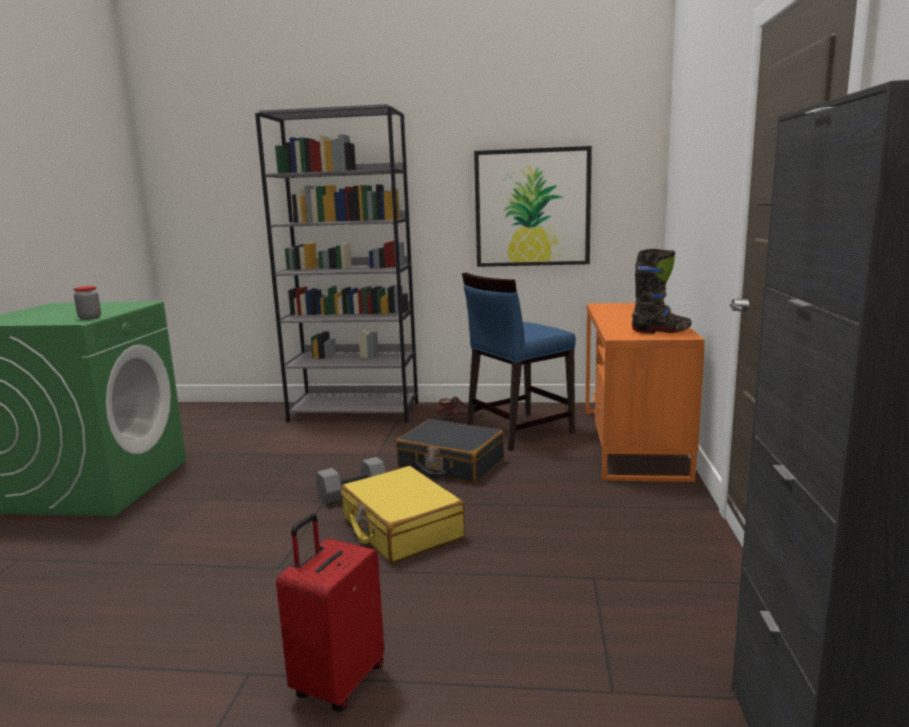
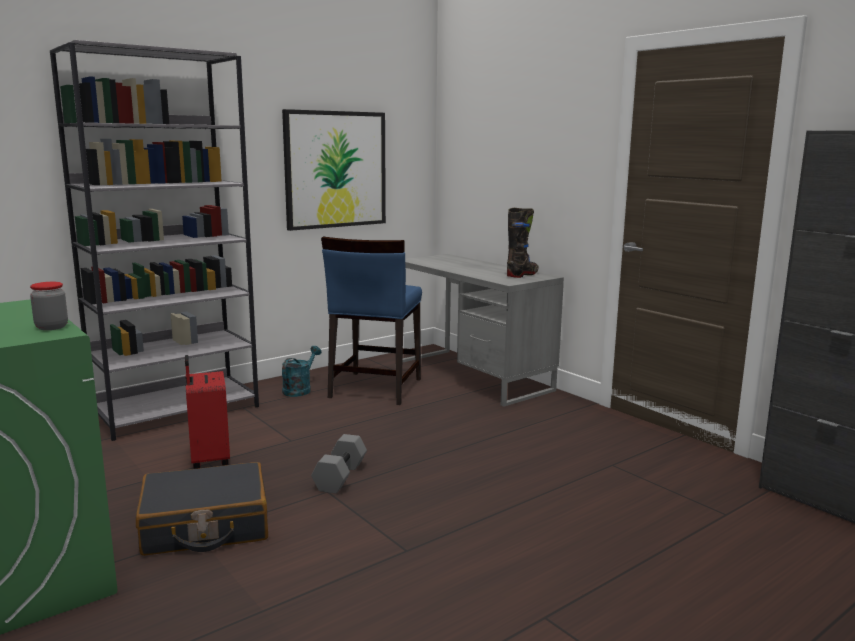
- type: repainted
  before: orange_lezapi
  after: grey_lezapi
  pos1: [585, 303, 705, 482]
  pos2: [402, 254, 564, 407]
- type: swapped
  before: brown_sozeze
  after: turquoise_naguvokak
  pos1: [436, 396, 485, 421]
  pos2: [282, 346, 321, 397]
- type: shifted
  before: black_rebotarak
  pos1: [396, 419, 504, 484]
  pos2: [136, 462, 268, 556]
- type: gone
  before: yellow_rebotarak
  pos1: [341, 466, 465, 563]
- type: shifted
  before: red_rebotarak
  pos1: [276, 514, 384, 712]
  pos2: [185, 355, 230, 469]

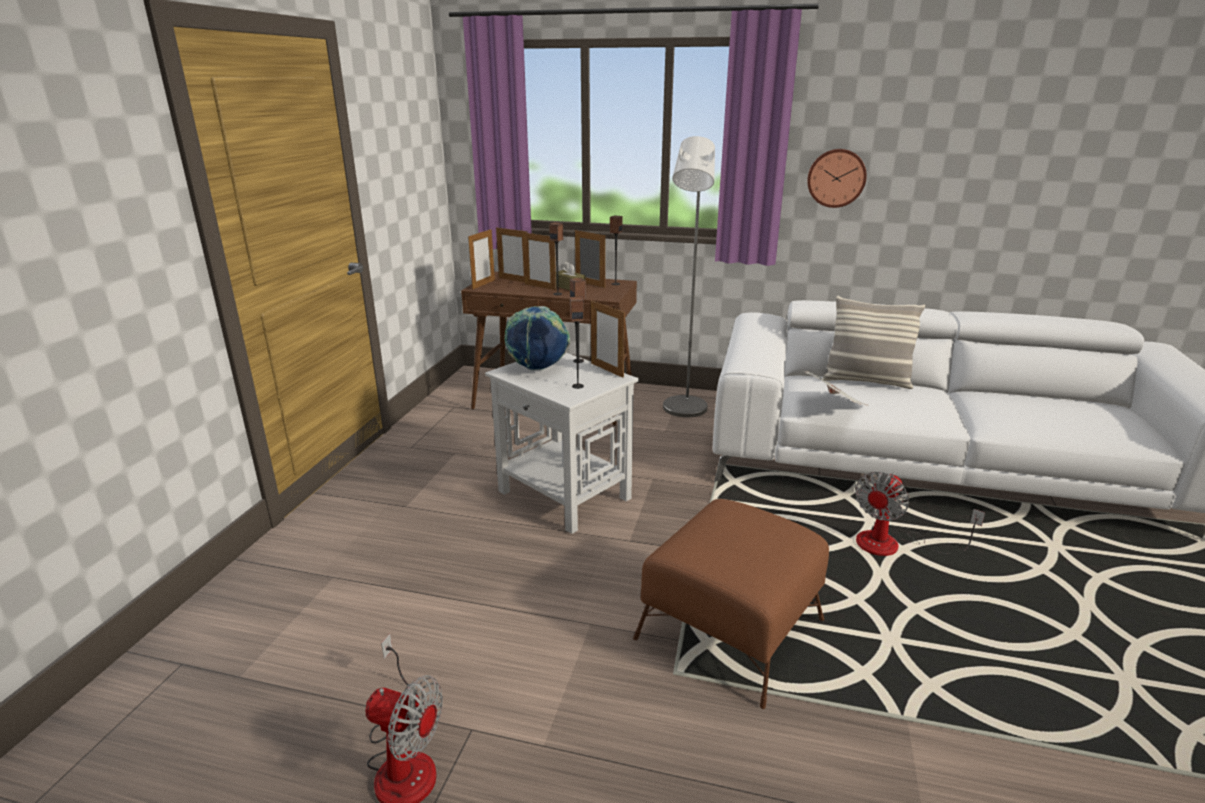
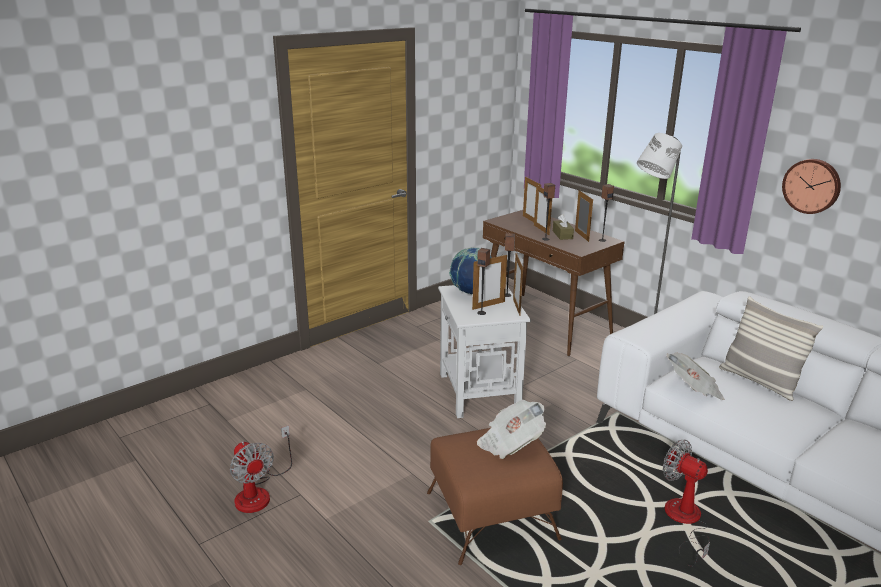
- type: shifted
  before: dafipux
  pos1: [468, 228, 495, 289]
  pos2: [472, 254, 507, 310]
- type: rotated
  before: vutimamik
  pos1: [855, 472, 985, 556]
  pos2: [663, 439, 710, 567]
  turn: 60
- type: new
  after: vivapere
  pos2: [477, 400, 546, 459]

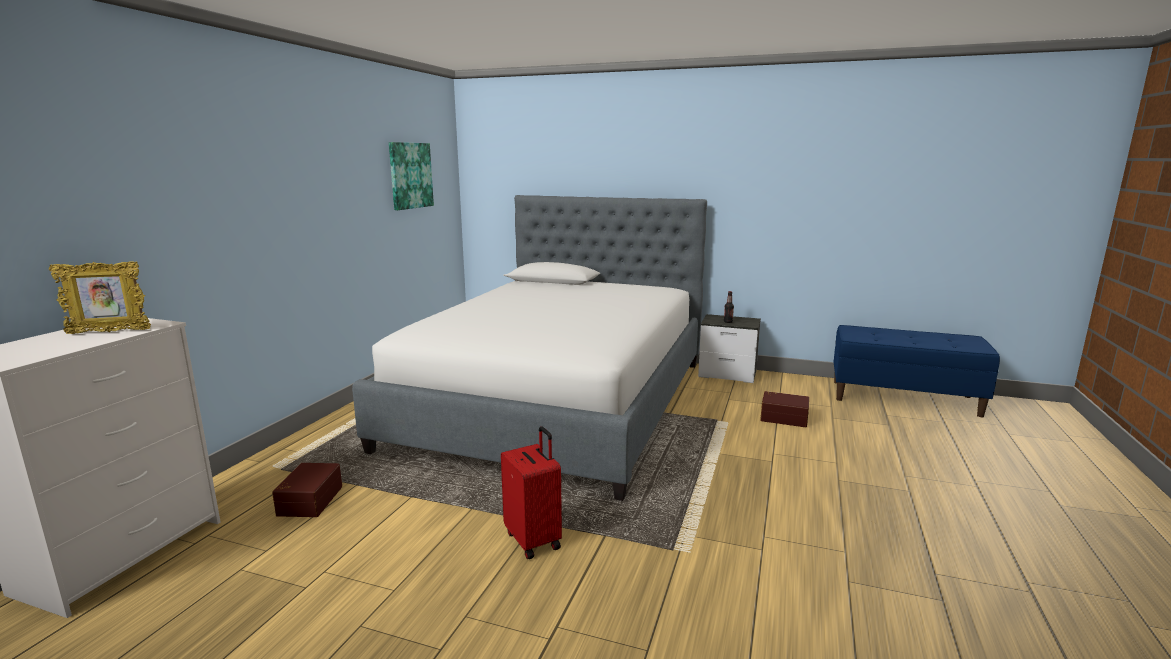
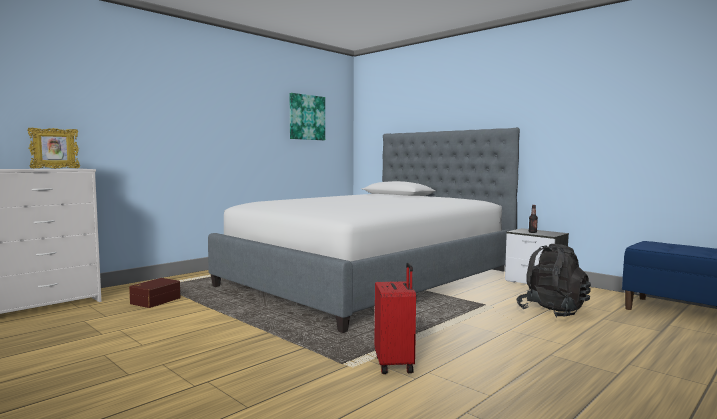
- type: rotated
  before: dafipux
  pos1: [49, 261, 151, 334]
  pos2: [27, 128, 80, 169]
  turn: -45
- type: swapped
  before: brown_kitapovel
  after: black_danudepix
  pos1: [760, 391, 809, 427]
  pos2: [517, 244, 591, 318]
- type: shifted
  before: red_rebotarak
  pos1: [501, 426, 562, 559]
  pos2: [374, 263, 416, 374]

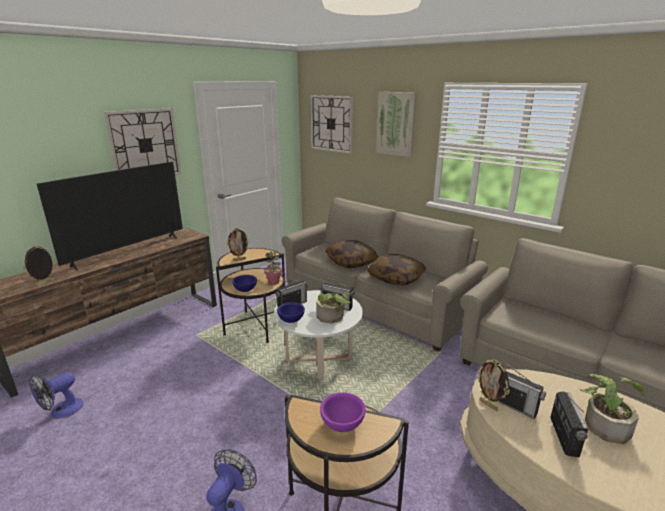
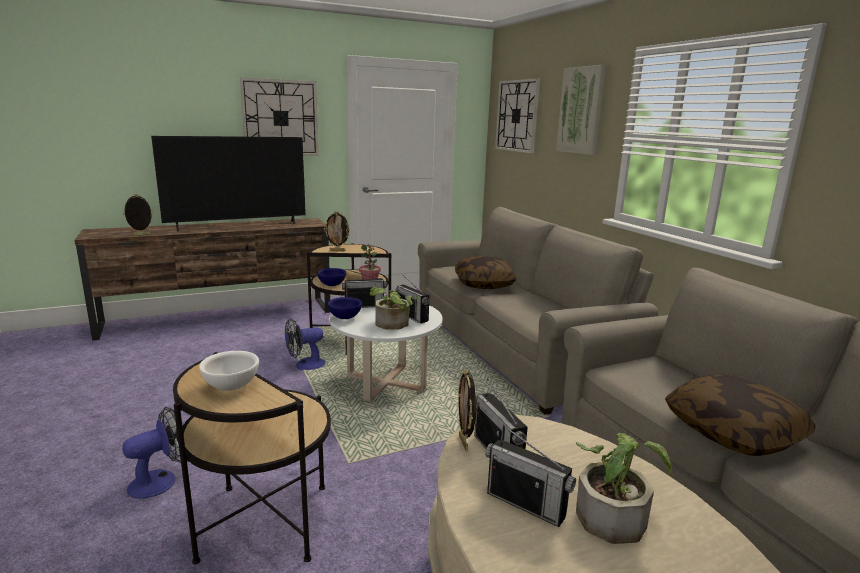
- type: shifted
  before: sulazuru
  pos1: [367, 254, 426, 286]
  pos2: [665, 375, 816, 456]
- type: shifted
  before: vutimamik
  pos1: [29, 373, 84, 419]
  pos2: [285, 318, 326, 370]
- type: rotated
  before: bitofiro
  pos1: [550, 391, 588, 457]
  pos2: [485, 425, 576, 527]
  turn: 90
- type: repainted
  before: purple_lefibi
  after: white_lefibi
  pos1: [320, 392, 366, 432]
  pos2: [199, 351, 259, 391]

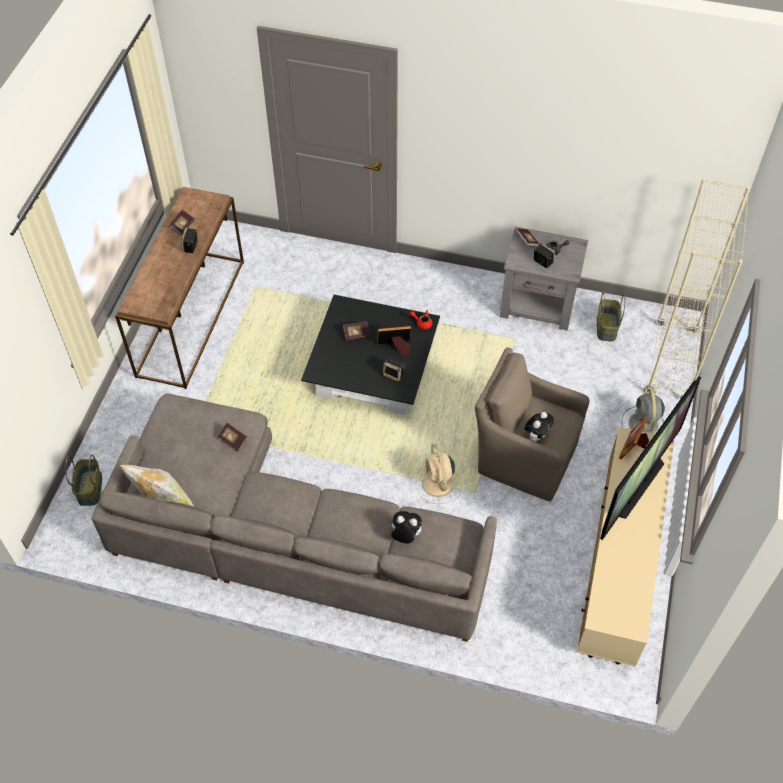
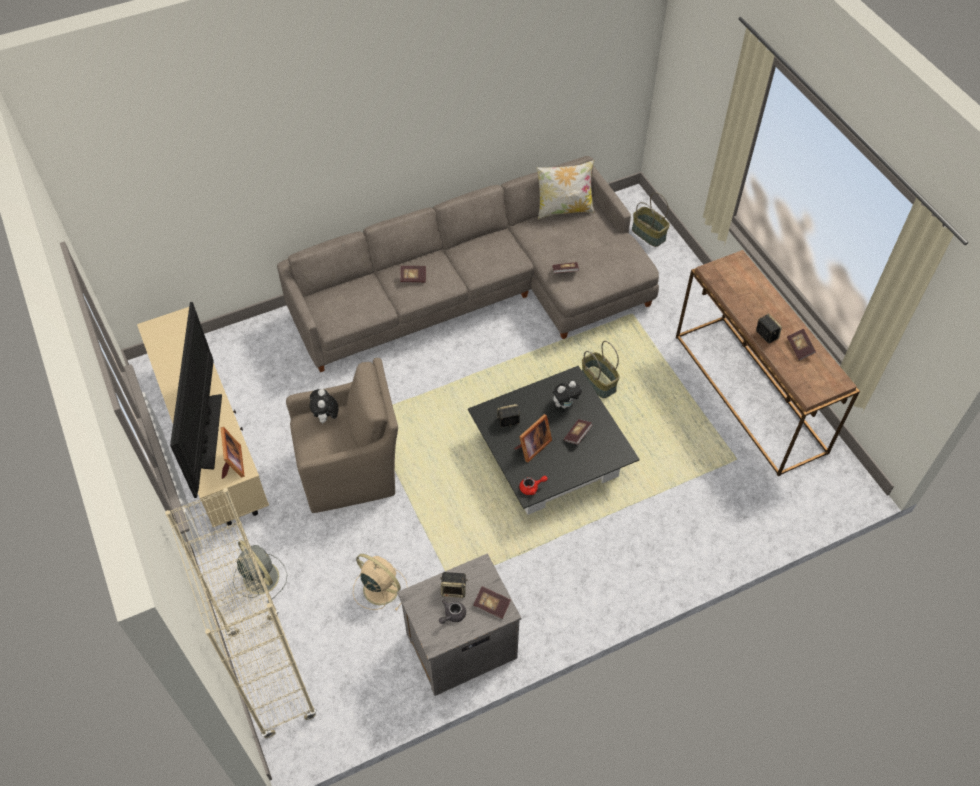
- type: shifted
  before: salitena
  pos1: [597, 292, 626, 341]
  pos2: [582, 341, 620, 398]
- type: shifted
  before: beige_vutimamik
  pos1: [416, 444, 462, 504]
  pos2: [353, 554, 408, 611]
- type: shifted
  before: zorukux
  pos1: [389, 511, 422, 543]
  pos2: [553, 381, 582, 408]
- type: new
  after: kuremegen
  pos2: [400, 266, 426, 283]

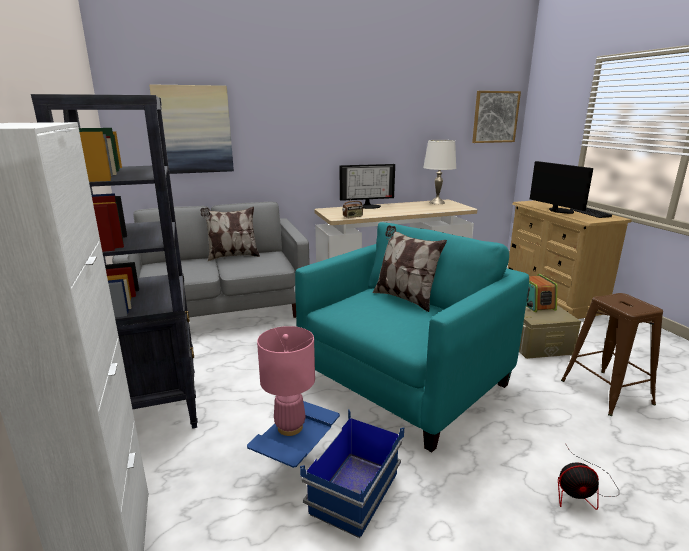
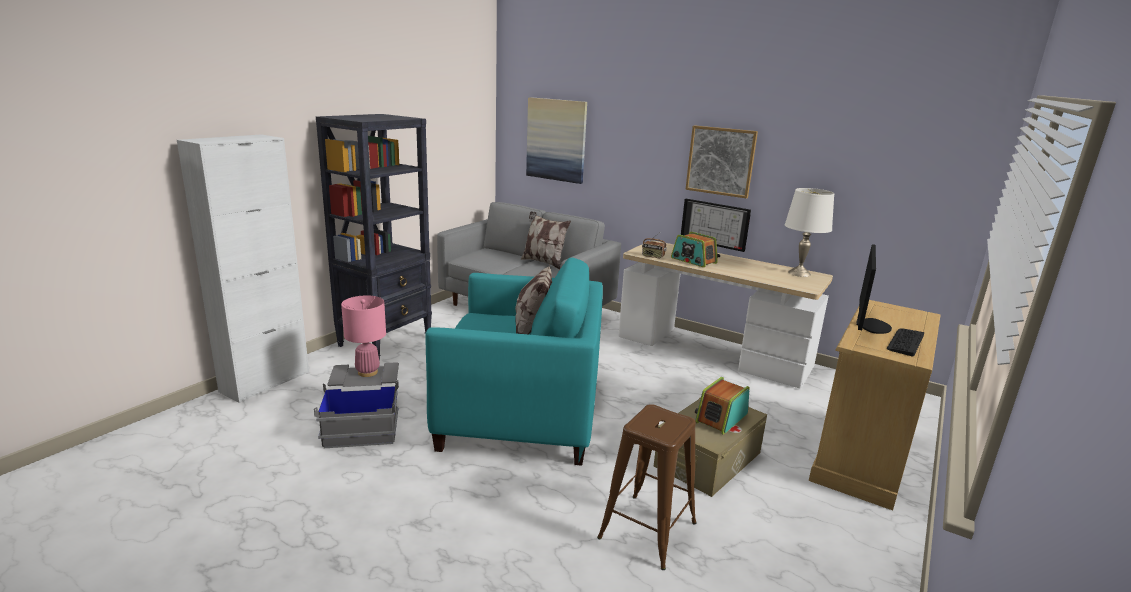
- type: shifted
  before: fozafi
  pos1: [472, 91, 521, 143]
  pos2: [686, 125, 758, 199]
- type: repainted
  before: blue_kitapovel
  after: grey_kitapovel
  pos1: [247, 401, 404, 538]
  pos2: [314, 362, 399, 448]
- type: gone
  before: vutimamik
  pos1: [558, 445, 619, 510]
- type: new
  after: bitofiro
  pos2: [671, 232, 718, 267]

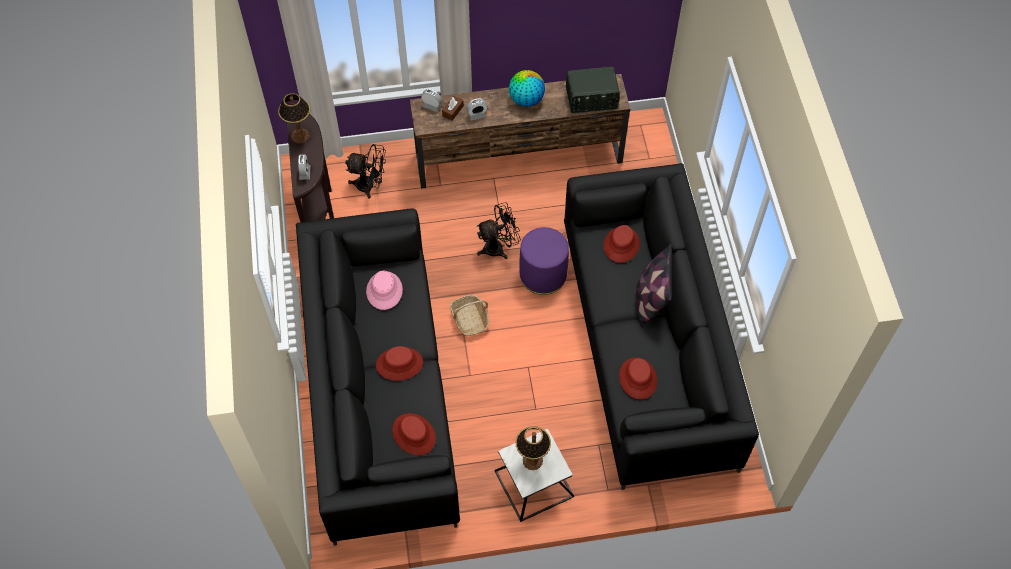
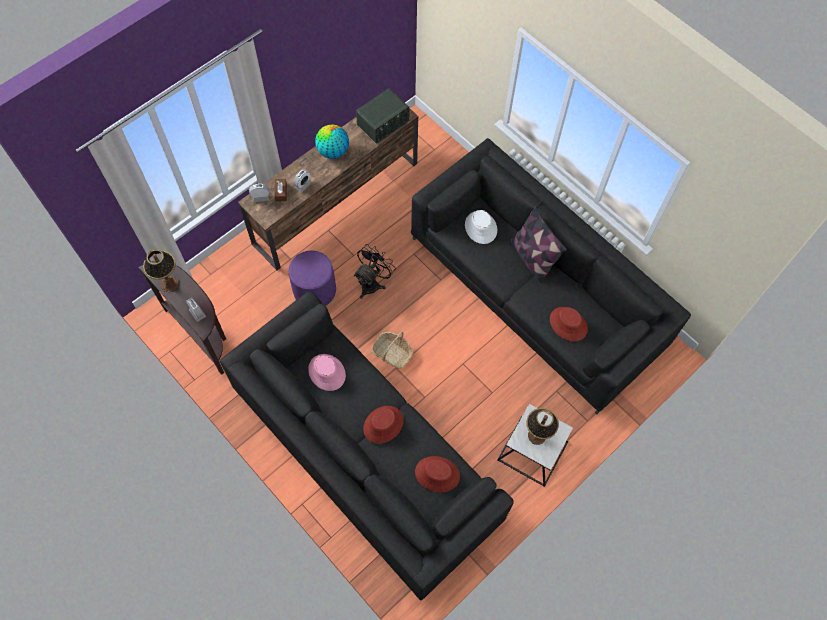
- type: gone
  before: black_vutimamik
  pos1: [345, 144, 386, 198]
- type: repainted
  before: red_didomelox
  after: white_didomelox
  pos1: [603, 225, 640, 263]
  pos2: [465, 210, 497, 244]
- type: shifted
  before: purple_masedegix
  pos1: [519, 227, 569, 295]
  pos2: [289, 251, 336, 307]

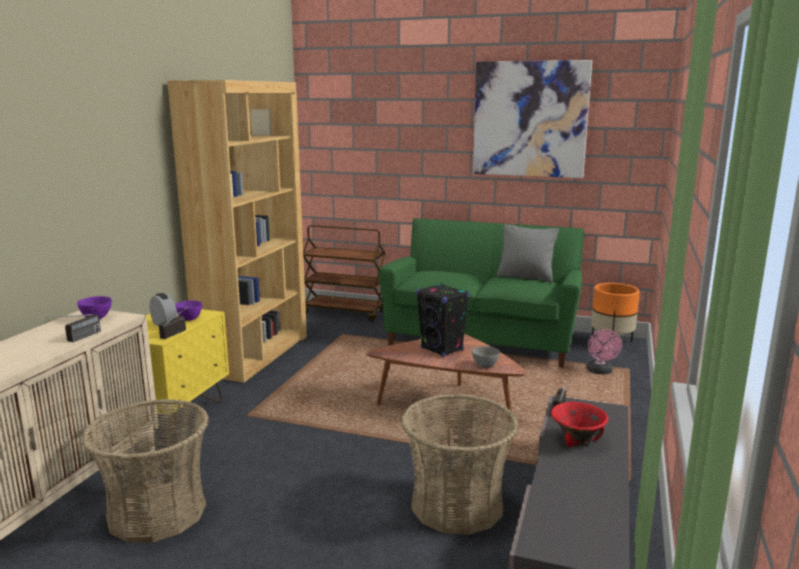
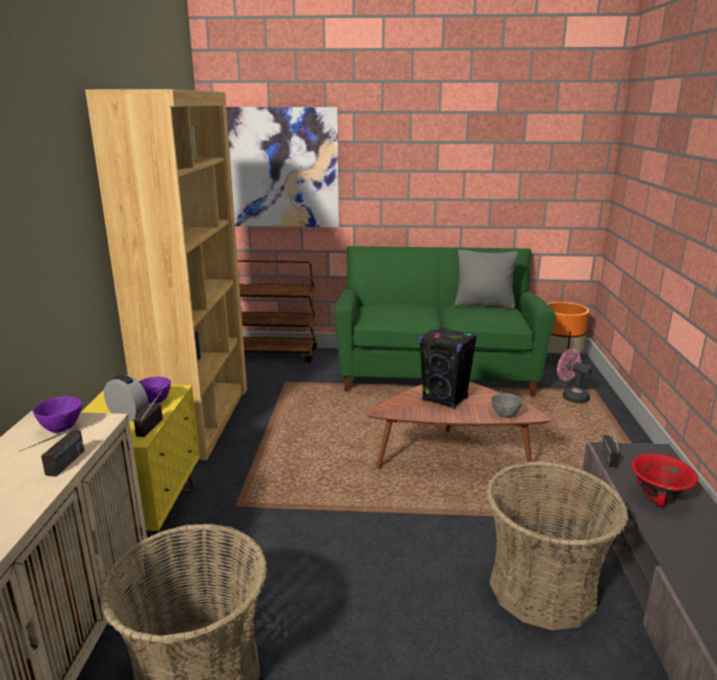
- type: shifted
  before: fozafi
  pos1: [473, 60, 592, 178]
  pos2: [226, 107, 339, 227]
- type: rotated
  before: pink_vutimamik
  pos1: [587, 329, 622, 374]
  pos2: [557, 349, 592, 403]
  turn: 150

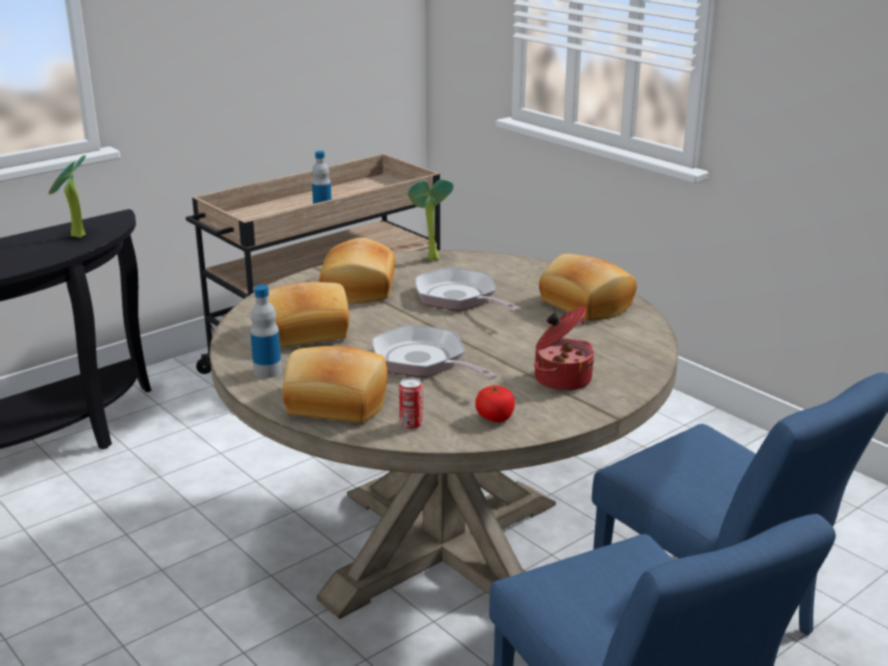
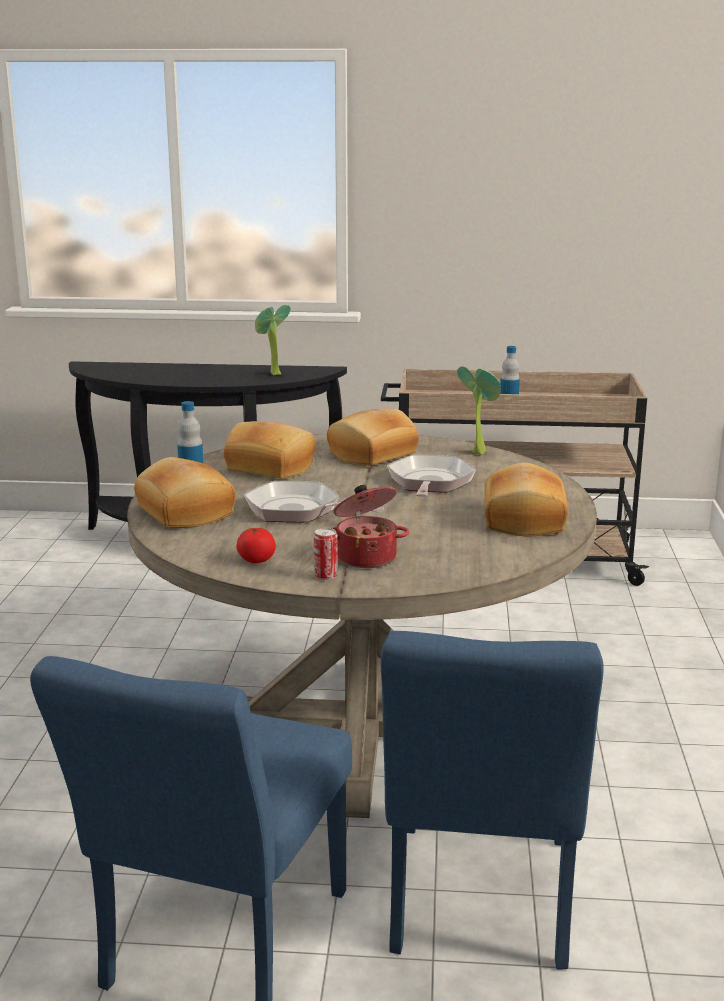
- type: rotated
  before: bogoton
  pos1: [372, 324, 498, 379]
  pos2: [244, 481, 384, 523]
  turn: -60
- type: shifted
  before: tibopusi
  pos1: [399, 377, 423, 430]
  pos2: [314, 528, 338, 580]

